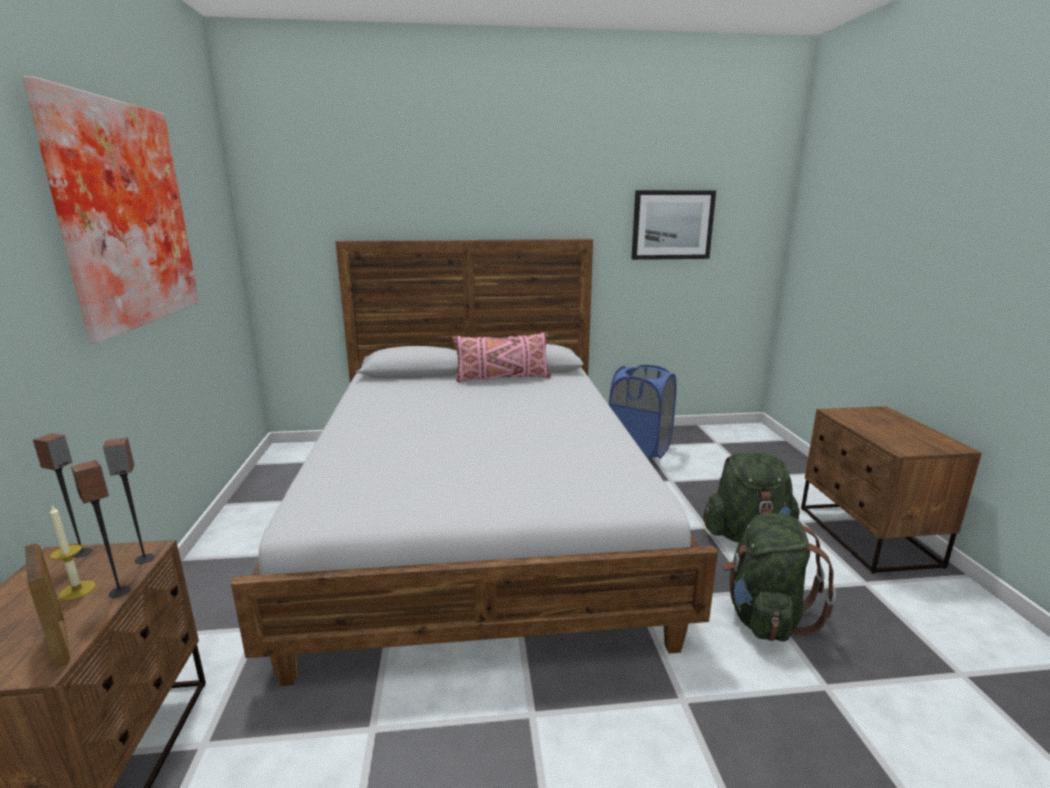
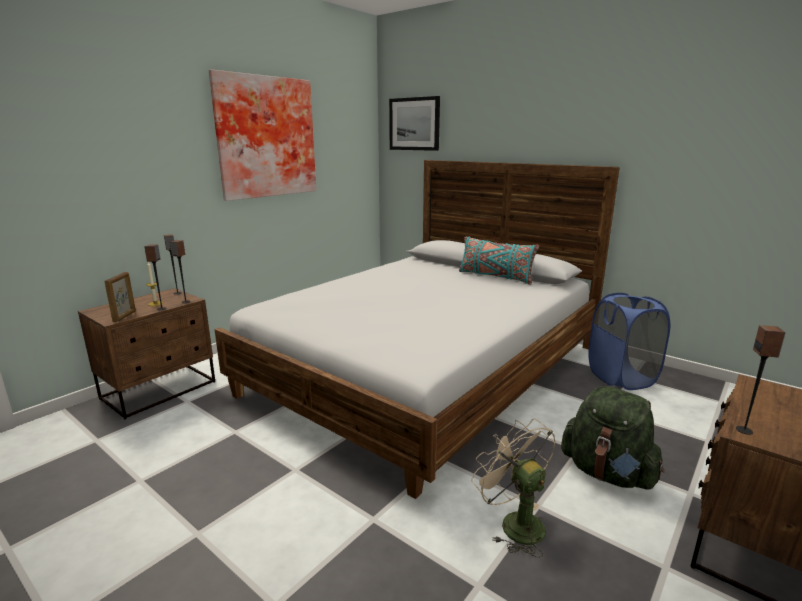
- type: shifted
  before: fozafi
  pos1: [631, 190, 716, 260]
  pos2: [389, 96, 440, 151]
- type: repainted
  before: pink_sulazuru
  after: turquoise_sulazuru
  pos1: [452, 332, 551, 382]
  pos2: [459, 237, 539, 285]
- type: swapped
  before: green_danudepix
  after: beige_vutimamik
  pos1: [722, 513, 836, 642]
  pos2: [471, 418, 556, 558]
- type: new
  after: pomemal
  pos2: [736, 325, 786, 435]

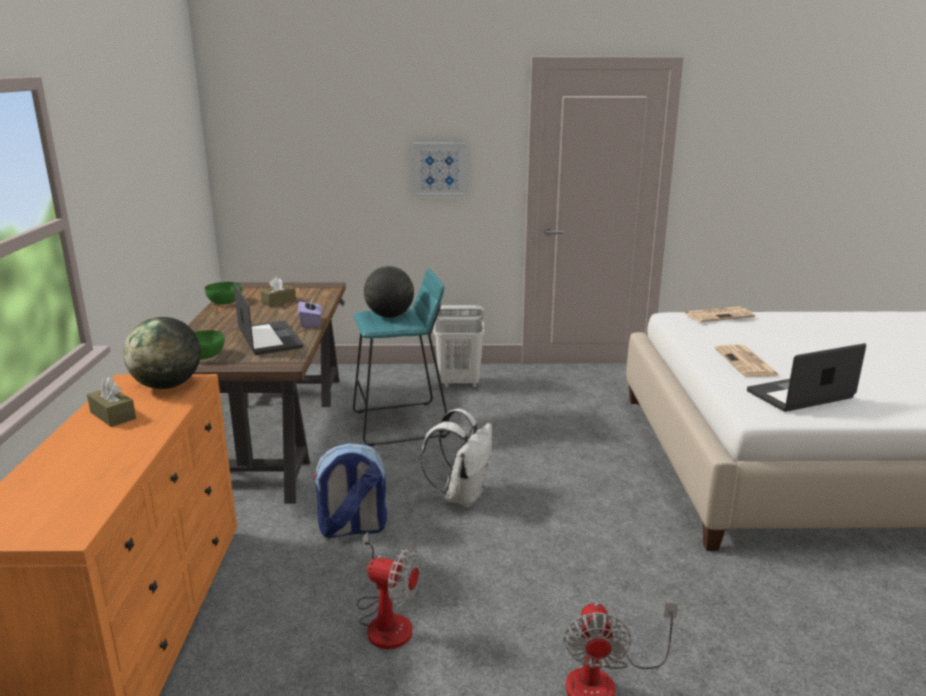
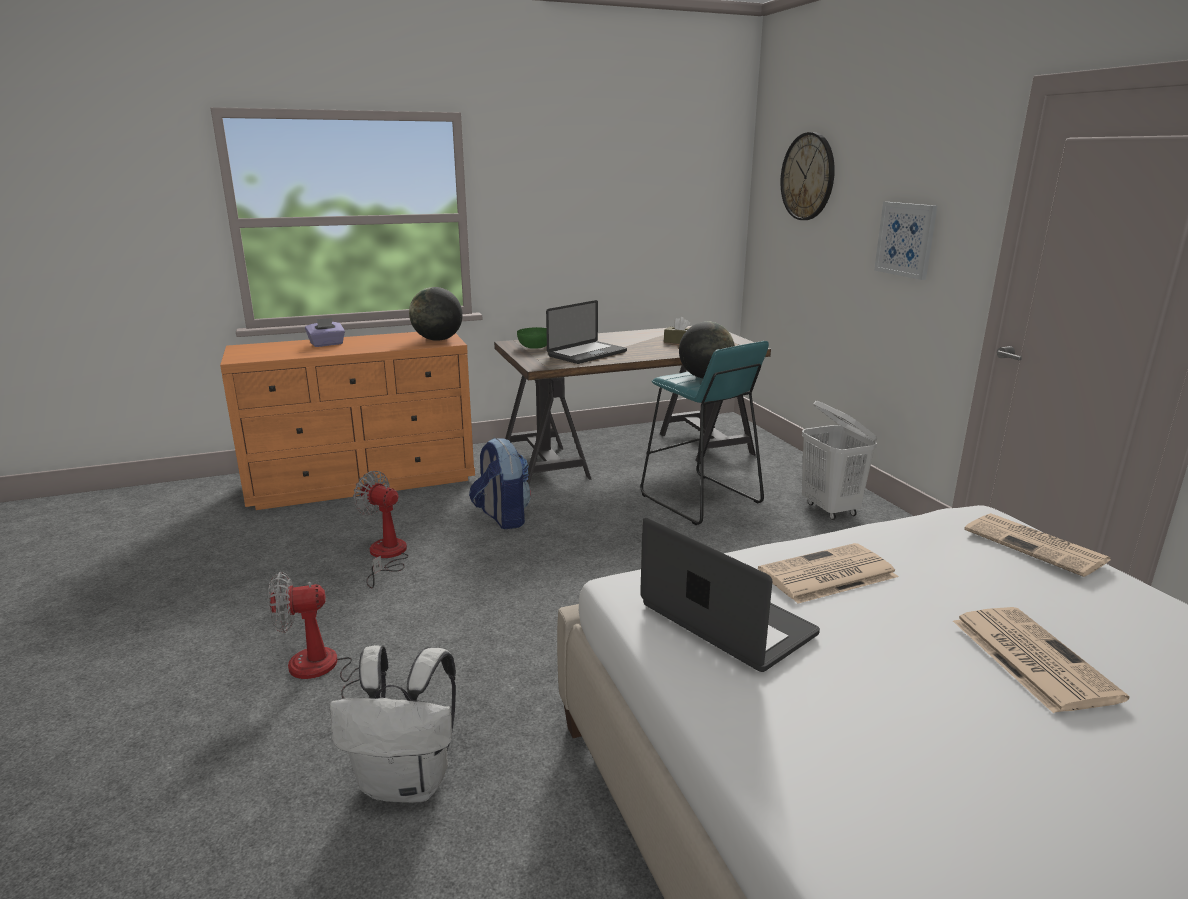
- type: gone
  before: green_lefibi
  pos1: [205, 282, 242, 304]
- type: shifted
  before: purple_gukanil
  pos1: [298, 298, 322, 328]
  pos2: [305, 318, 345, 347]
- type: gone
  before: brown_gukanil
  pos1: [87, 378, 136, 427]
- type: shifted
  before: white_danudepix
  pos1: [420, 409, 492, 507]
  pos2: [329, 645, 456, 803]
- type: rotated
  before: vutimamik
  pos1: [357, 532, 421, 649]
  pos2: [353, 471, 409, 589]
  turn: 120
- type: new
  after: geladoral
  pos2: [780, 132, 835, 220]
- type: new
  after: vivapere
  pos2: [953, 607, 1130, 713]

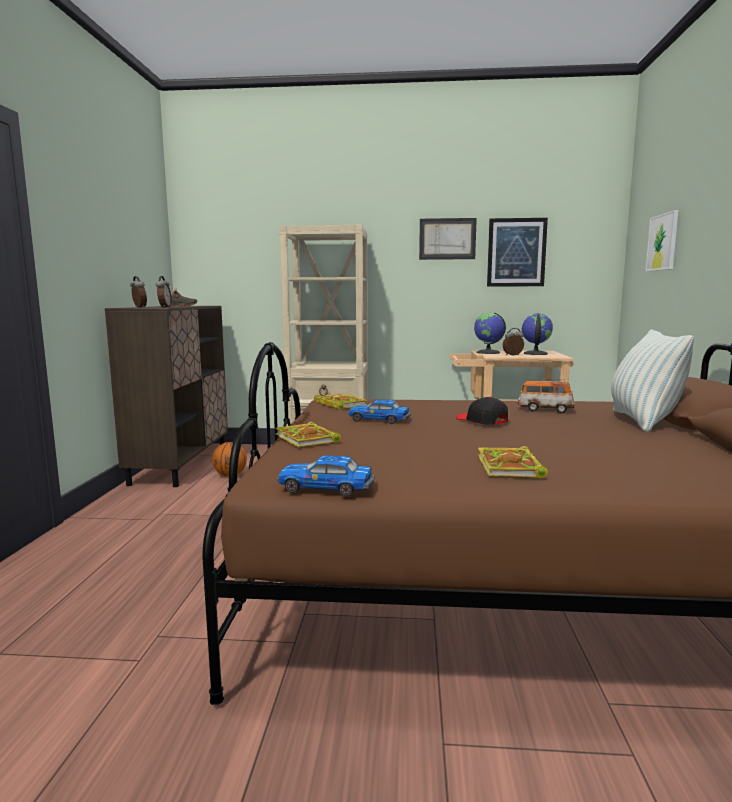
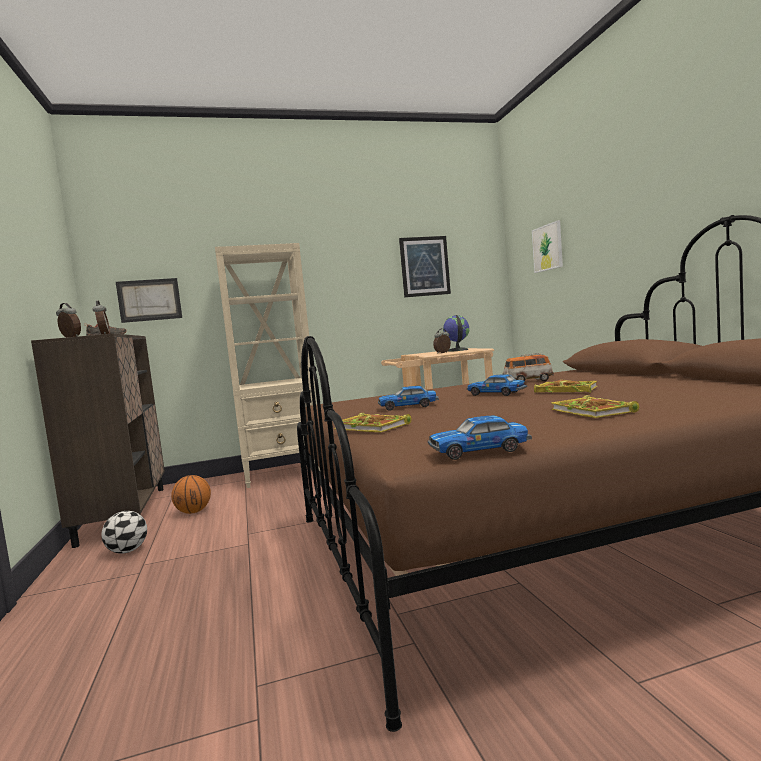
- type: shifted
  before: fozafi
  pos1: [419, 218, 477, 260]
  pos2: [116, 278, 182, 323]
- type: gone
  before: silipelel
  pos1: [474, 312, 506, 354]
- type: gone
  before: sulazuru
  pos1: [611, 329, 694, 432]
- type: shifted
  before: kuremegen
  pos1: [314, 394, 367, 410]
  pos2: [534, 380, 598, 393]
- type: swapped
  before: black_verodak
  after: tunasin
  pos1: [456, 397, 508, 425]
  pos2: [467, 375, 527, 396]
- type: new
  after: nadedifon
  pos2: [101, 511, 147, 554]

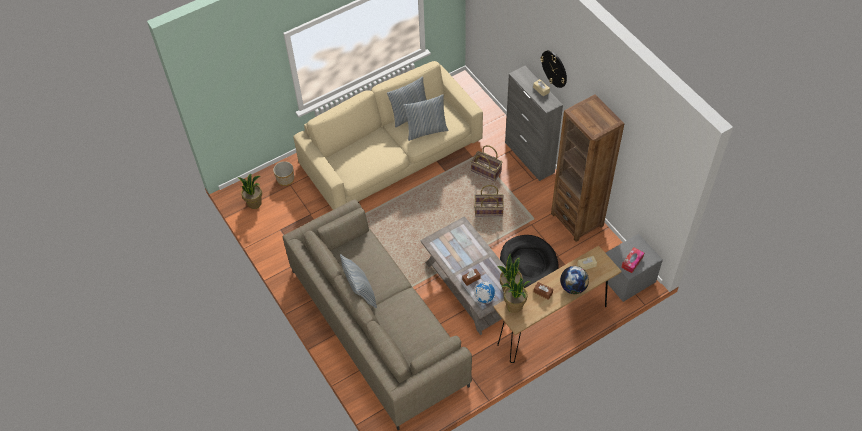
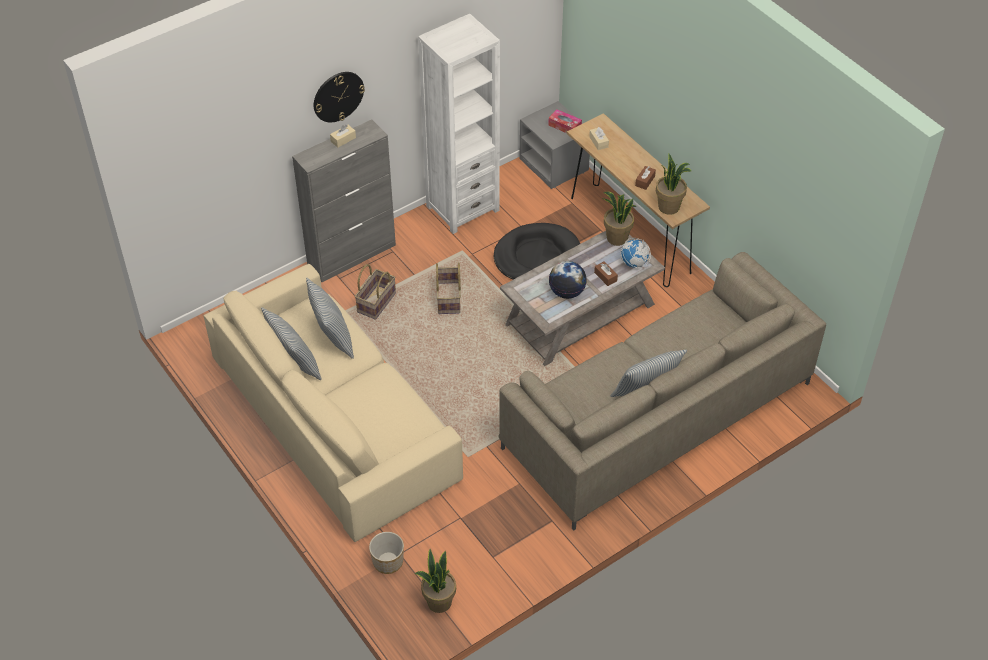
- type: repainted
  before: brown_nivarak
  after: white_nivarak
  pos1: [551, 94, 625, 242]
  pos2: [418, 14, 500, 234]
- type: shifted
  before: silipelel
  pos1: [560, 266, 589, 294]
  pos2: [549, 261, 587, 299]

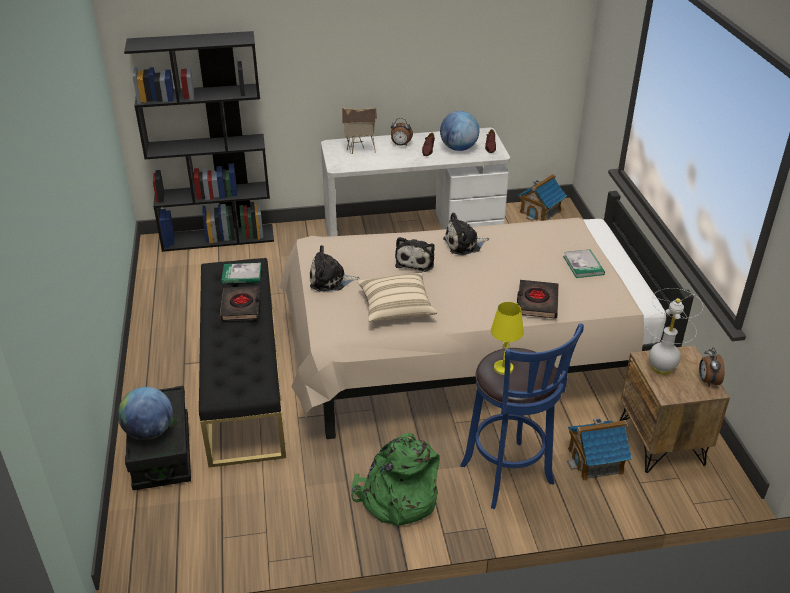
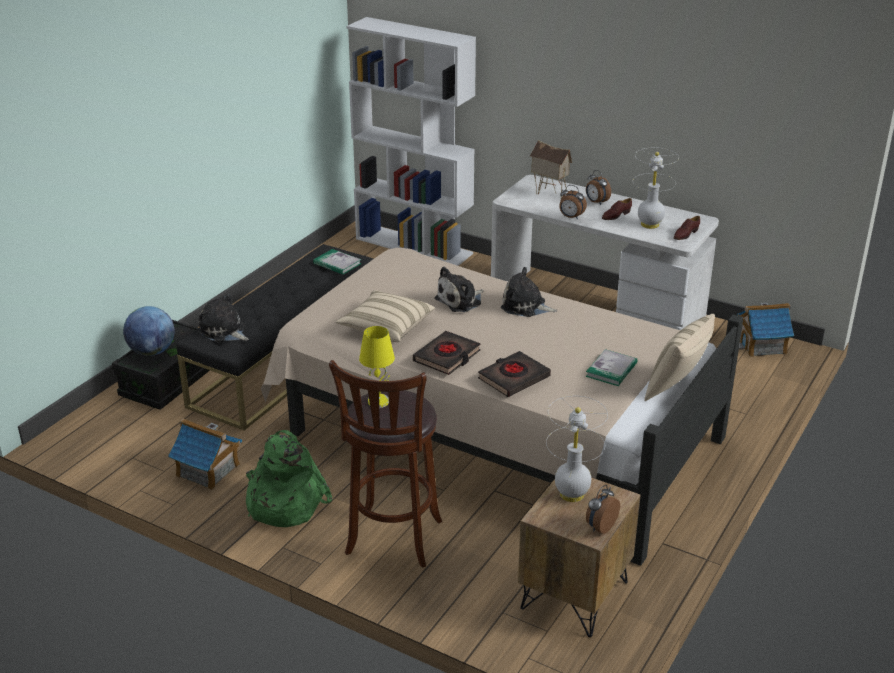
- type: repainted
  before: black_nivarak
  after: white_nivarak
  pos1: [124, 31, 274, 252]
  pos2: [346, 17, 476, 266]
- type: swapped
  before: silipelel
  after: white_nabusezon
  pos1: [440, 111, 480, 151]
  pos2: [633, 148, 679, 229]
- type: shifted
  before: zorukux
  pos1: [310, 245, 360, 292]
  pos2: [198, 293, 249, 342]
- type: shifted
  before: black_kuremegen
  pos1: [220, 286, 261, 321]
  pos2: [413, 331, 481, 375]
- type: repainted
  before: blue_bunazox
  after: brown_bunazox
  pos1: [460, 323, 584, 509]
  pos2: [329, 360, 442, 568]
- type: shifted
  before: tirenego
  pos1: [567, 418, 632, 481]
  pos2: [168, 419, 242, 490]
- type: new
  after: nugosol
  pos2: [559, 185, 587, 219]
- type: new
  after: beige_sulazuru
  pos2: [644, 314, 715, 401]

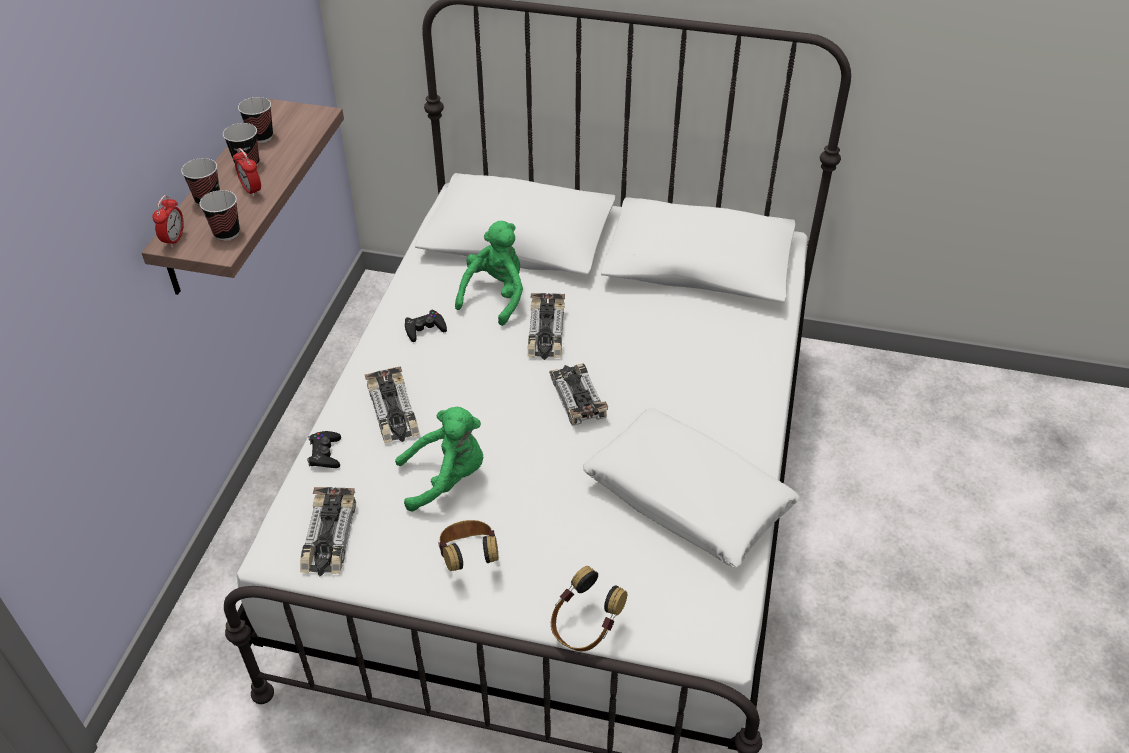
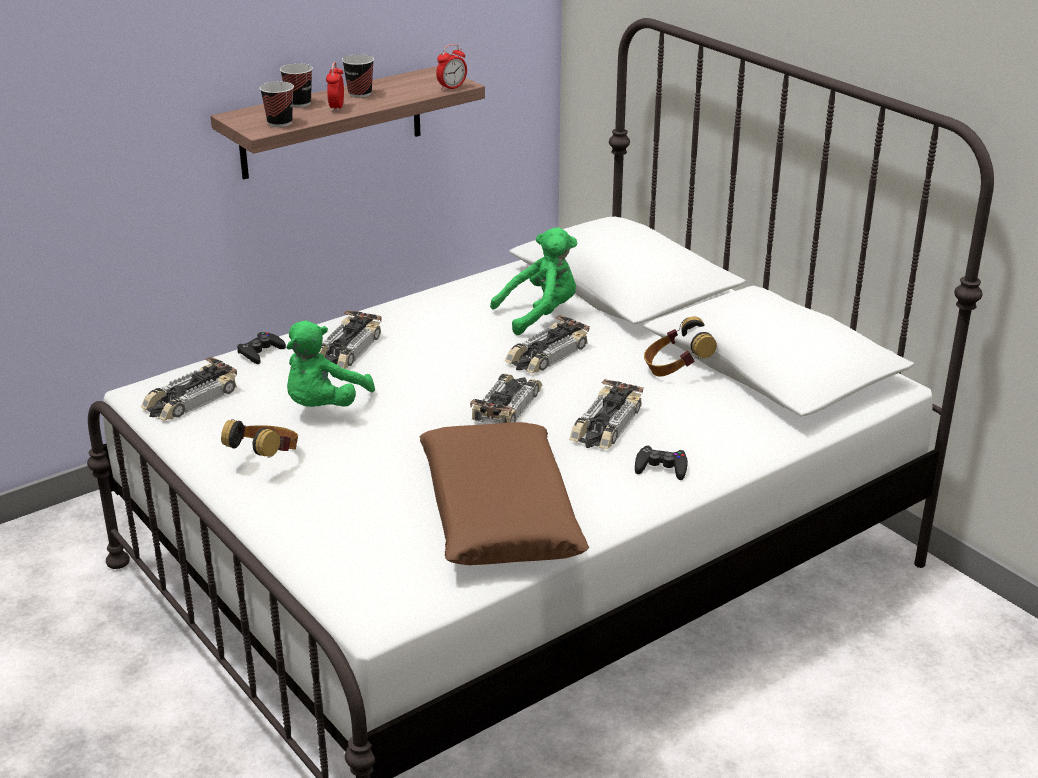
- type: gone
  before: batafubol
  pos1: [238, 97, 273, 143]
- type: shifted
  before: nugosol
  pos1: [152, 195, 184, 248]
  pos2: [436, 44, 467, 91]
- type: shifted
  before: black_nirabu
  pos1: [405, 310, 447, 342]
  pos2: [635, 445, 688, 480]
- type: rotated
  before: green_zorukux
  pos1: [395, 407, 483, 512]
  pos2: [286, 320, 375, 407]
  turn: 90
- type: repainted
  before: white_sulazuru
  after: brown_sulazuru
  pos1: [583, 408, 800, 567]
  pos2: [420, 422, 589, 565]
- type: shifted
  before: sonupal
  pos1: [551, 566, 627, 651]
  pos2: [644, 316, 717, 377]
- type: new
  after: tunasin
  pos2: [569, 379, 643, 449]

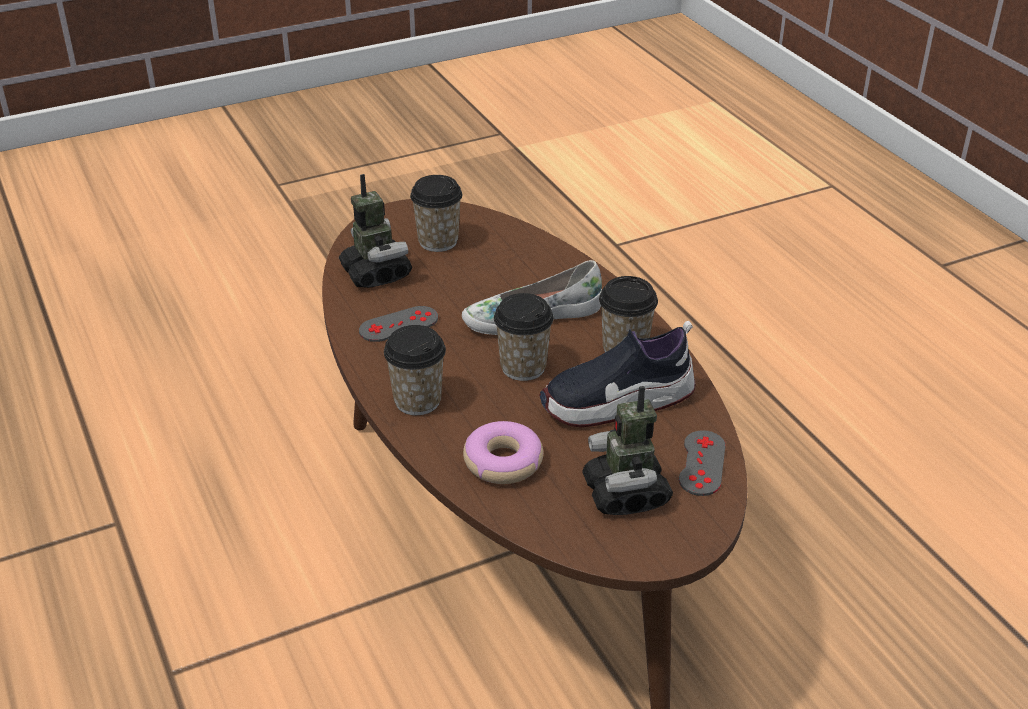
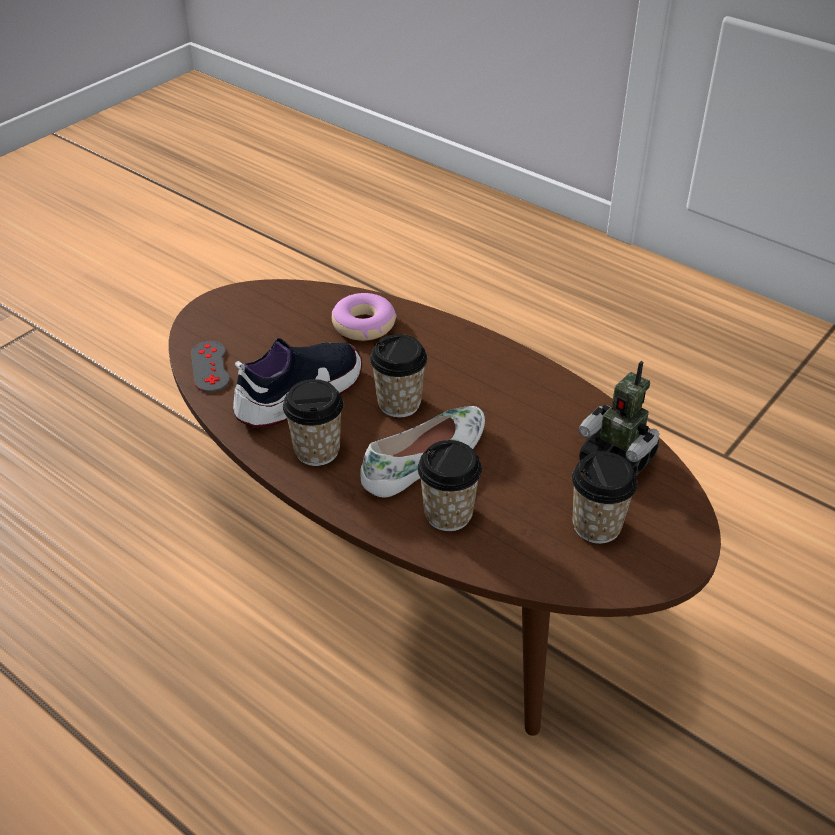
- type: gone
  before: grey_nirabu
  pos1: [359, 306, 438, 342]
- type: shifted
  before: batafubol
  pos1: [384, 325, 446, 415]
  pos2: [418, 440, 482, 531]
- type: gone
  before: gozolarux
  pos1: [582, 386, 673, 515]

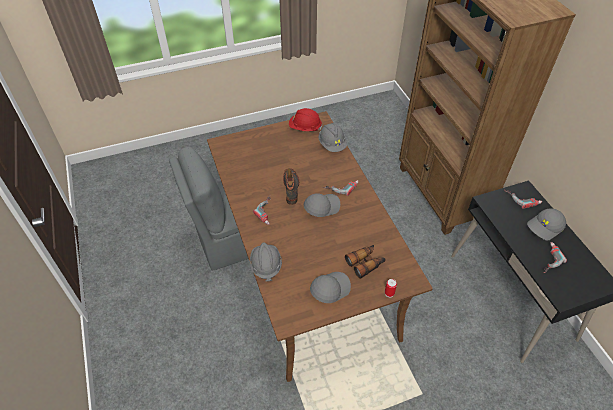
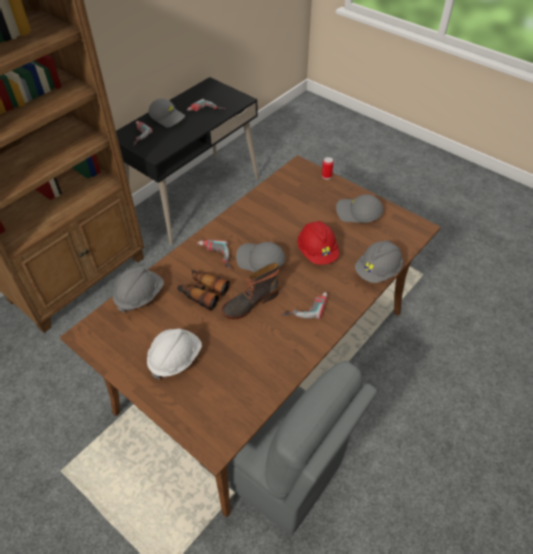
- type: shifted
  before: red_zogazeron
  pos1: [289, 108, 322, 131]
  pos2: [297, 221, 339, 265]
- type: shifted
  before: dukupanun
  pos1: [345, 245, 386, 279]
  pos2: [177, 270, 230, 311]
- type: new
  after: white_zogazeron
  pos2: [147, 328, 202, 380]

